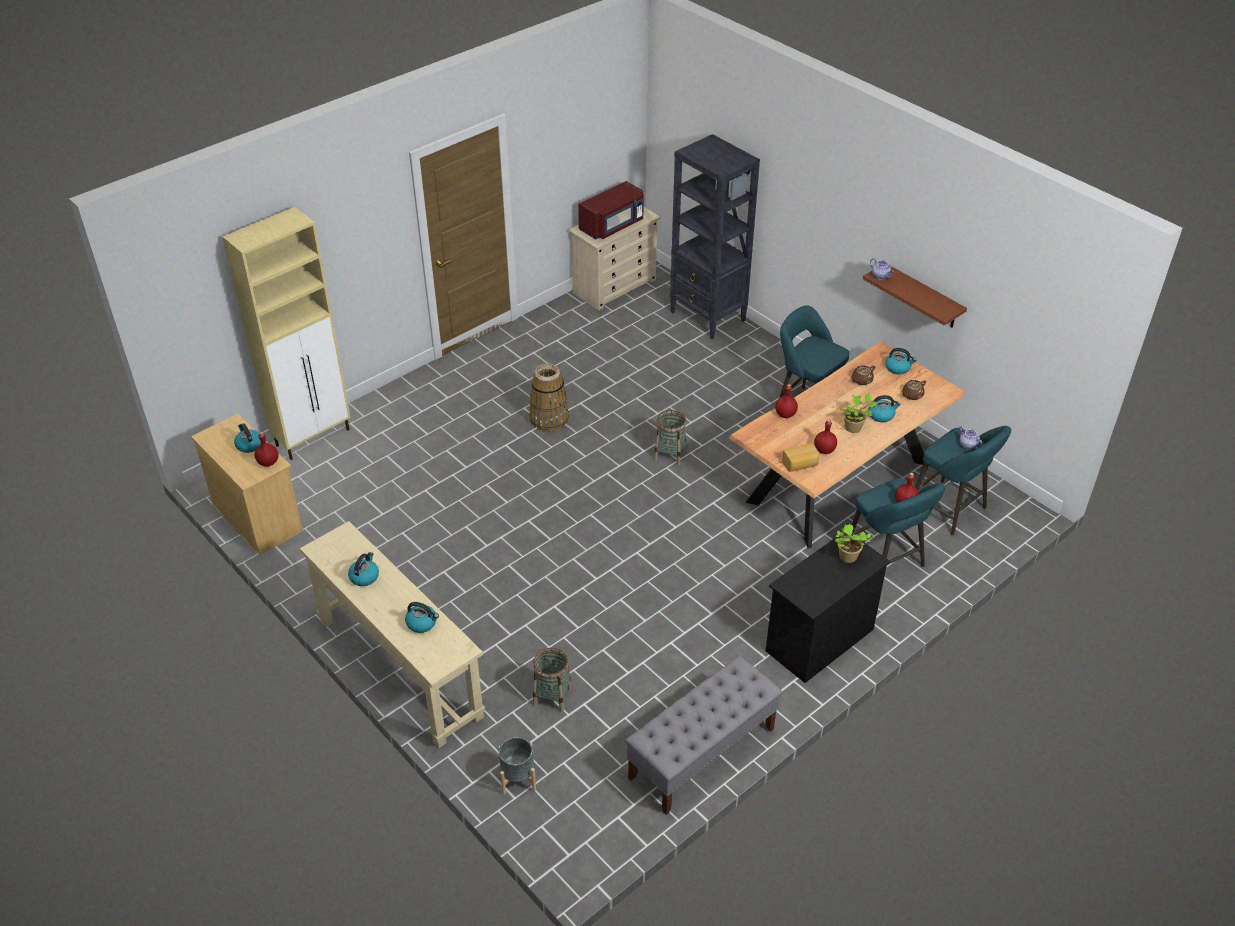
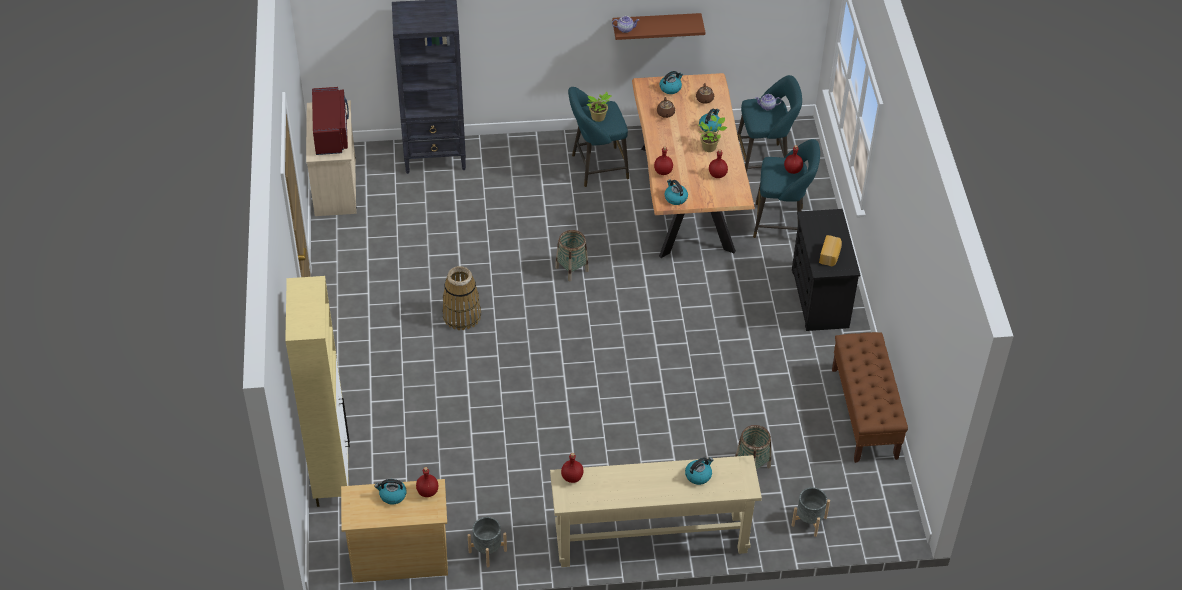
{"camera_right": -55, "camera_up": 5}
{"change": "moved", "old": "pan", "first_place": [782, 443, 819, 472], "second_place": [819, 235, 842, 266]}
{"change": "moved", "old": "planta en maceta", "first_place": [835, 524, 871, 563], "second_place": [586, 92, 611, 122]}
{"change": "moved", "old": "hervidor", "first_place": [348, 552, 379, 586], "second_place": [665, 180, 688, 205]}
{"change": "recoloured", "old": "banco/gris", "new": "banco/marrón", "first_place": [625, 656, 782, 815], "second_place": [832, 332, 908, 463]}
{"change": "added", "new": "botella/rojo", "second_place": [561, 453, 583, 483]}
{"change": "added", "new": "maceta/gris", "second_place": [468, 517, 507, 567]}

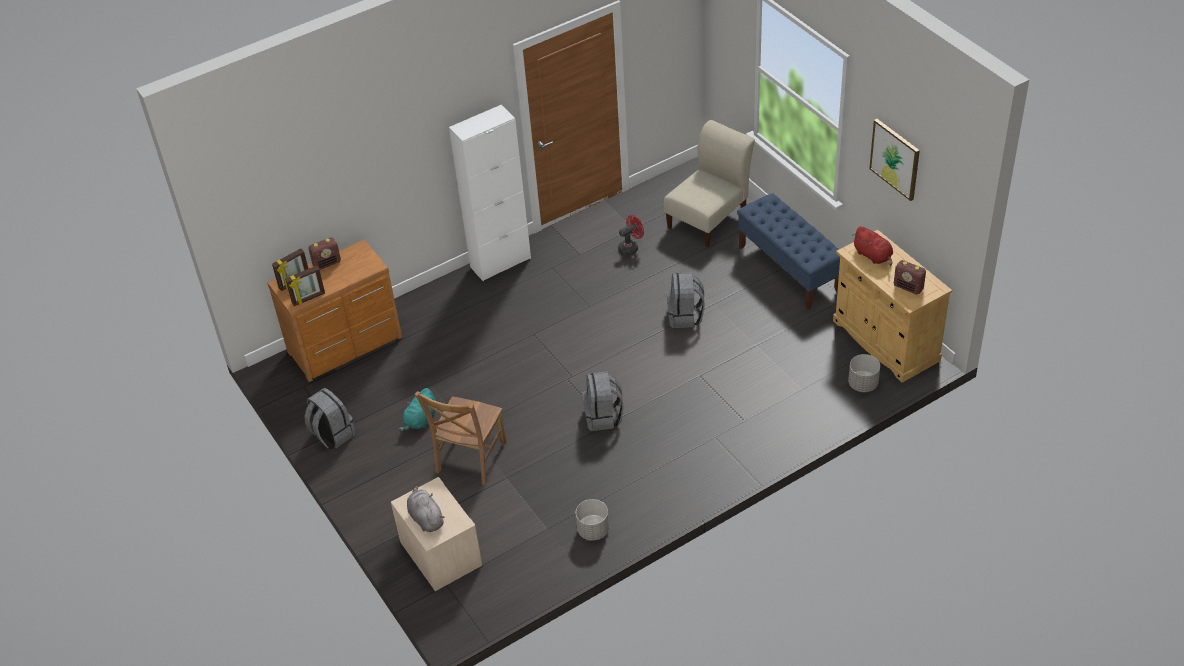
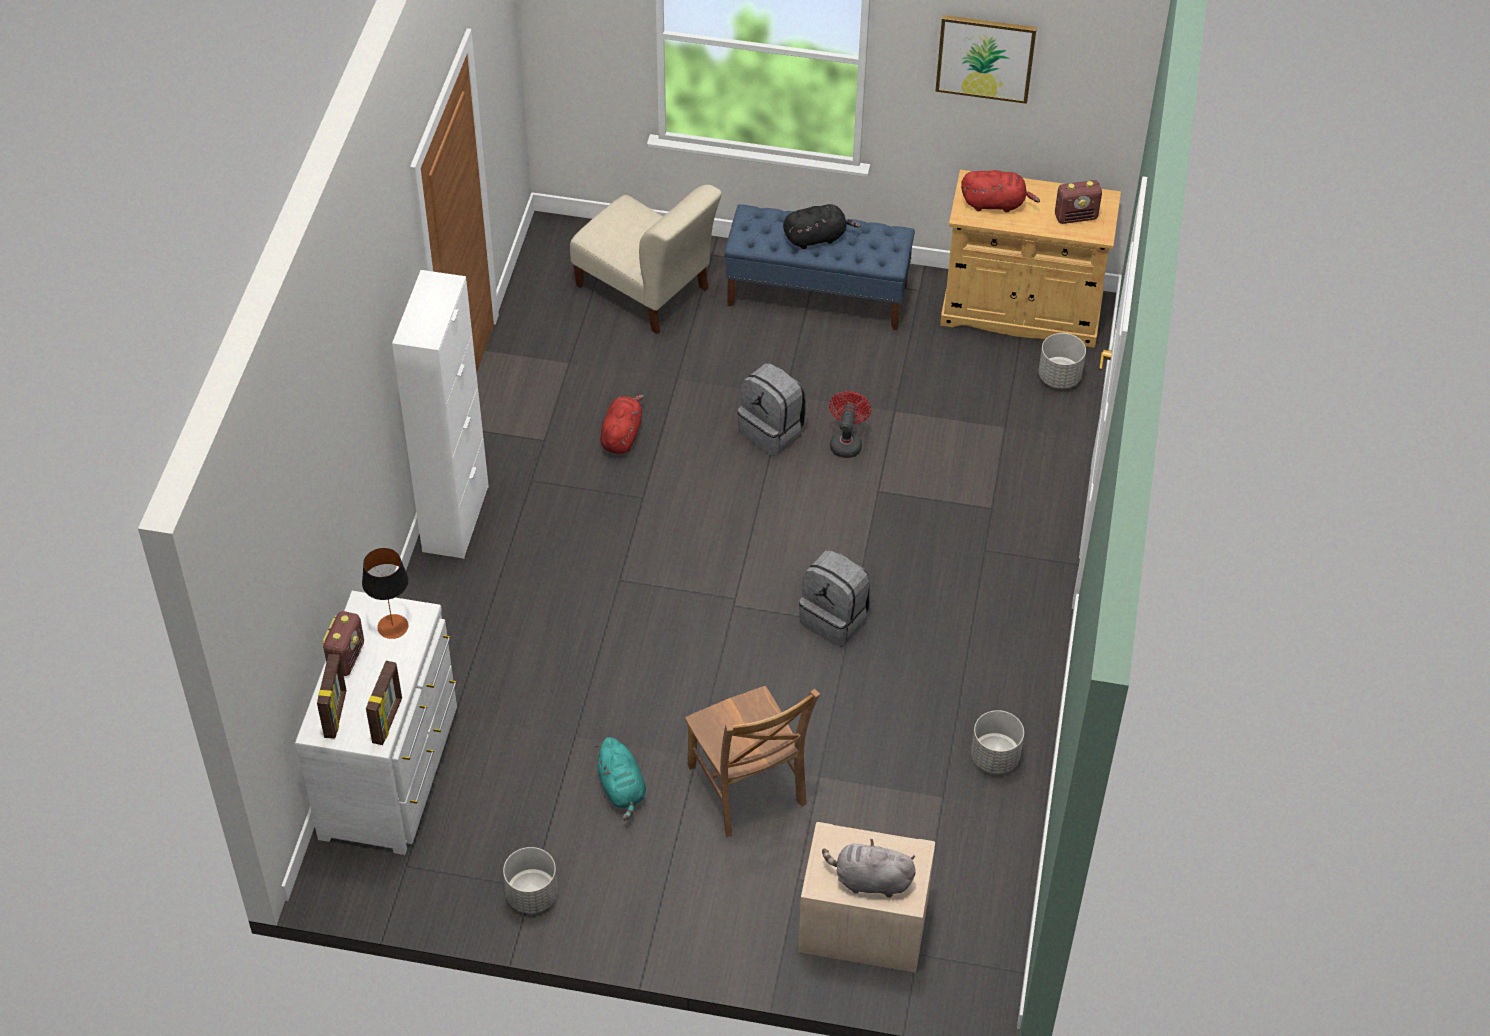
{"camera_right": -50, "camera_up": 5}
{"change": "turned", "old": "silla/beis", "first_place": [664, 120, 755, 247], "second_place": [570, 185, 722, 334], "degrees": 135}
{"change": "moved", "old": "ventilador/rojo", "first_place": [618, 215, 644, 255], "second_place": [829, 391, 871, 458]}
{"change": "recoloured", "old": "cómoda/marrón", "new": "cómoda/blanco", "first_place": [267, 240, 402, 382], "second_place": [295, 591, 457, 855]}
{"change": "replaced", "old": "mochila/gris", "new": "maceta/gris", "first_place": [304, 388, 355, 449], "second_place": [503, 847, 558, 914]}
{"change": "added", "new": "peluche/negro", "second_place": [783, 204, 861, 249]}
{"change": "added", "new": "peluche/rojo", "second_place": [600, 395, 644, 454]}
{"change": "added", "new": "lámpara de mesa", "second_place": [362, 548, 409, 639]}

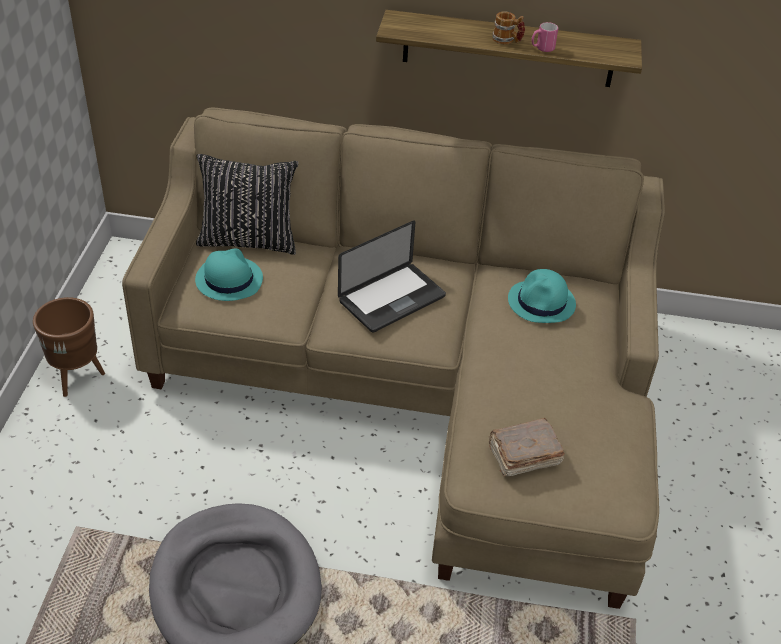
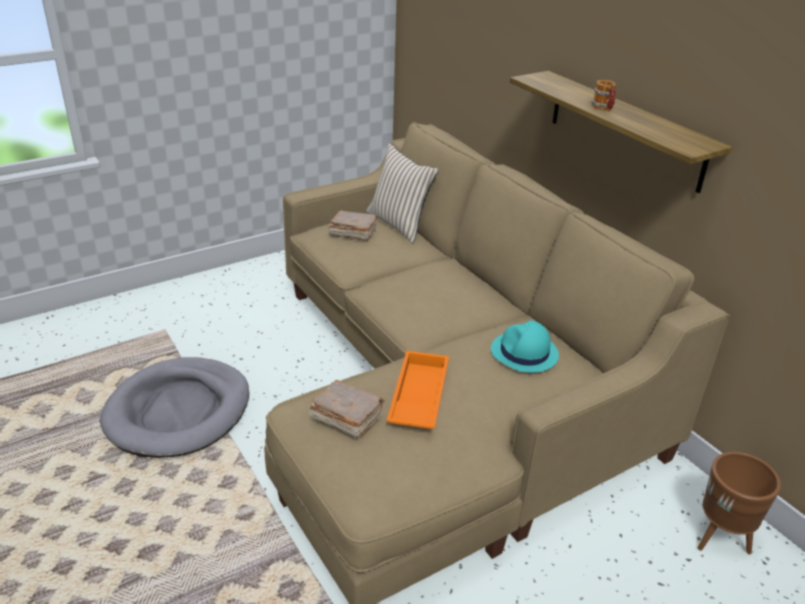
{"camera_right": 50, "camera_up": -10}
{"change": "removed", "old": "taza grande/rosa", "first_place": [532, 22, 558, 52]}
{"change": "recoloured", "old": "cojín/negro", "new": "cojín/beis", "first_place": [196, 154, 299, 255], "second_place": [366, 143, 439, 244]}
{"change": "removed", "old": "portátil", "first_place": [338, 220, 446, 333]}
{"change": "replaced", "old": "sombrero/turquesa", "new": "libro/marrón", "first_place": [195, 248, 263, 301], "second_place": [328, 210, 378, 241]}
{"change": "moved", "old": "maceta/marrón", "first_place": [33, 297, 105, 397], "second_place": [698, 452, 781, 555]}
{"change": "added", "new": "bandeja/naranja", "second_place": [387, 351, 449, 429]}

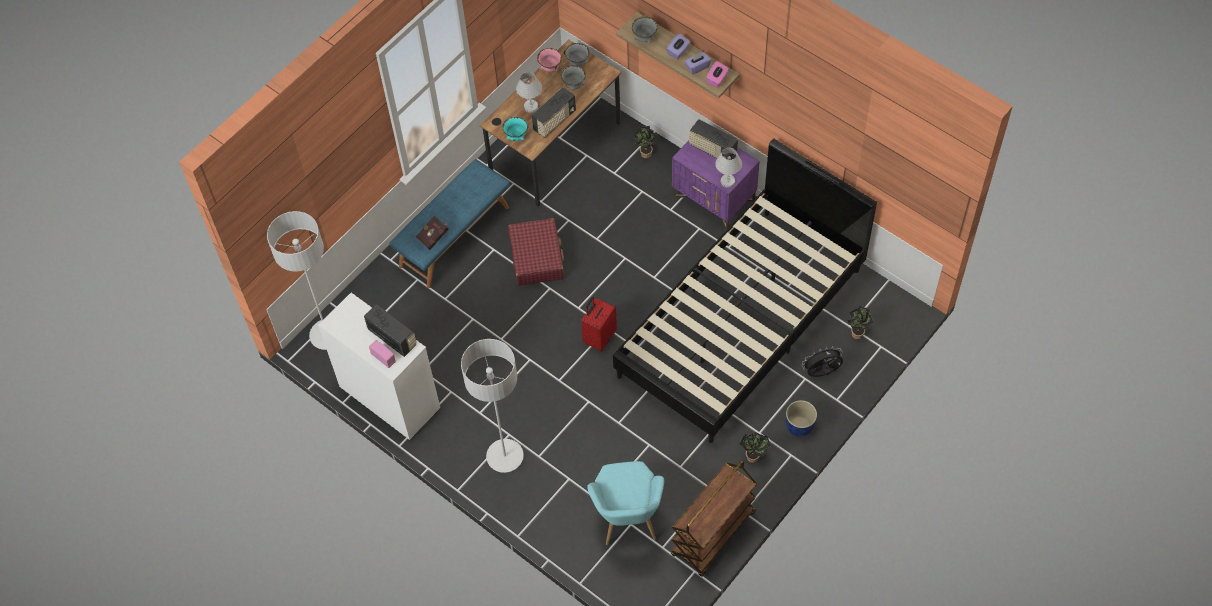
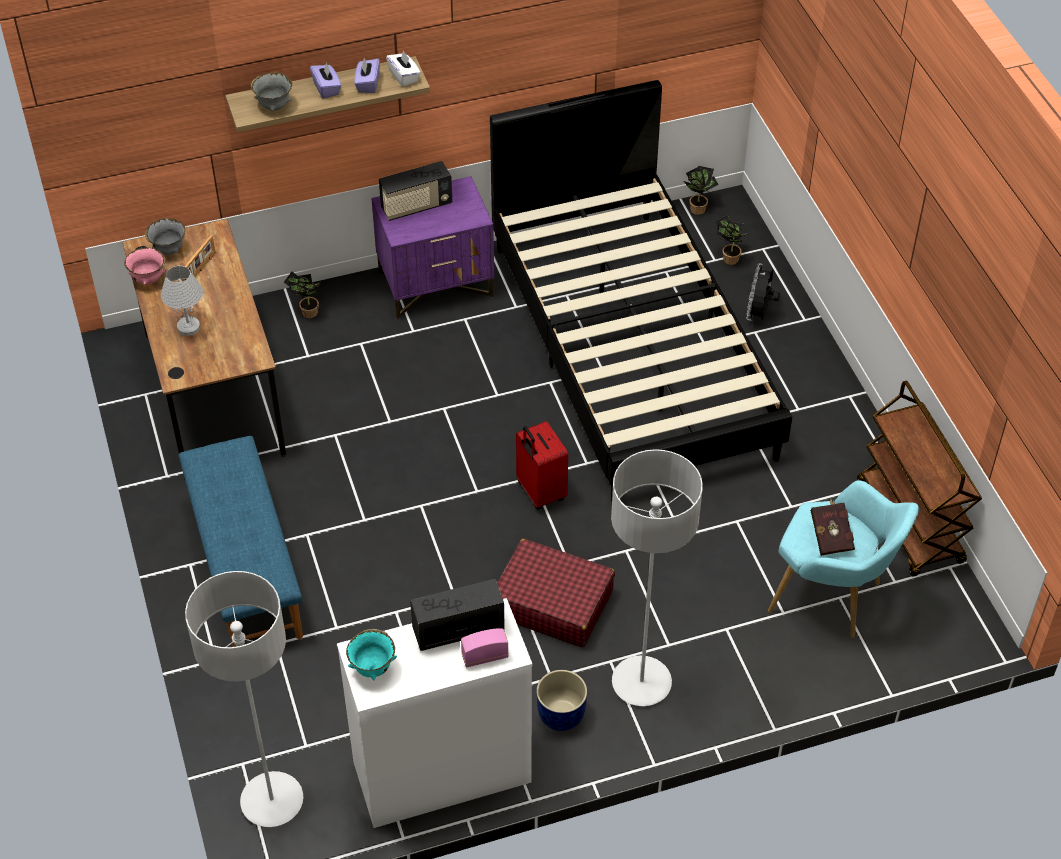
{"camera_right": -60, "camera_up": -10}
{"change": "recoloured", "old": "caja de pañuelos/rosa", "new": "caja de pañuelos/blanco", "first_place": [706, 61, 729, 88], "second_place": [386, 50, 421, 87]}
{"change": "replaced", "old": "cuenco/gris", "new": "portarretratos", "first_place": [560, 65, 586, 91], "second_place": [181, 235, 215, 282]}
{"change": "removed", "old": "radio", "first_place": [532, 87, 576, 138]}
{"change": "moved", "old": "cuenco/turquesa", "first_place": [503, 117, 529, 141], "second_place": [346, 629, 397, 680]}
{"change": "removed", "old": "lámpara de mesa/blanco", "first_place": [715, 148, 742, 188]}
{"change": "moved", "old": "libro/rojo", "first_place": [416, 216, 449, 250], "second_place": [810, 499, 855, 556]}
{"change": "moved", "old": "maleta/rojo", "first_place": [508, 218, 564, 286], "second_place": [497, 539, 615, 647]}
{"change": "moved", "old": "maceta/azul", "first_place": [786, 400, 817, 437], "second_place": [536, 670, 587, 731]}
{"change": "moved", "old": "planta en maceta", "first_place": [740, 432, 771, 463], "second_place": [683, 166, 719, 215]}

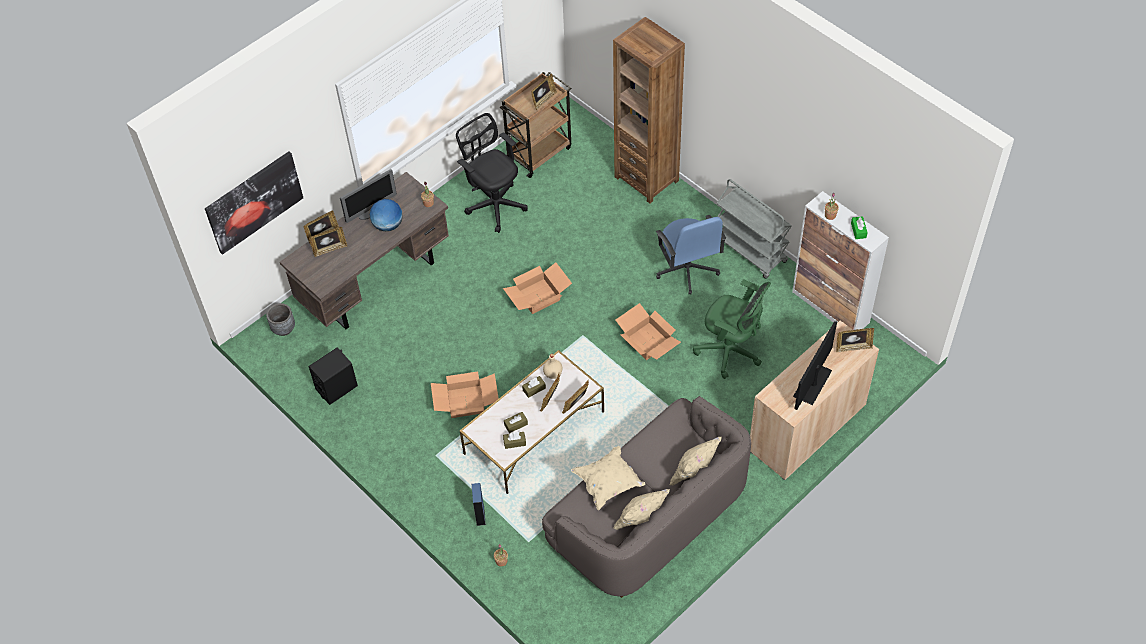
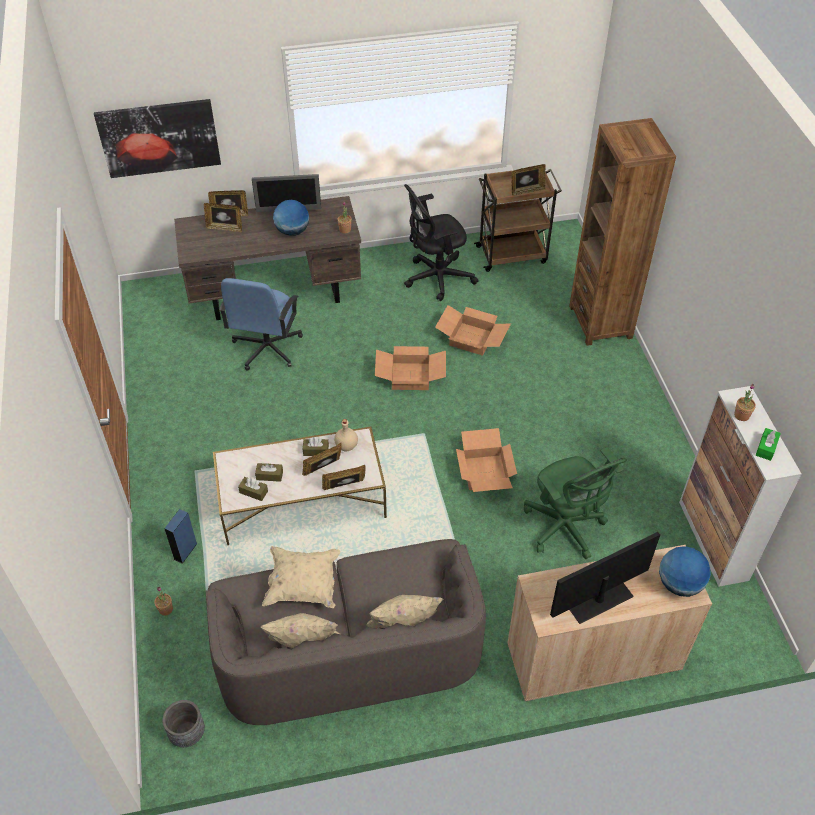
{"camera_right": 30, "camera_up": -5}
{"change": "turned", "old": "silla de oficina/negro", "first_place": [456, 113, 528, 233], "second_place": [404, 184, 479, 301], "degrees": -105}
{"change": "removed", "old": "carrito/gris", "first_place": [716, 179, 792, 279]}
{"change": "moved", "old": "silla de oficina/azul", "first_place": [656, 215, 726, 295], "second_place": [219, 278, 303, 371]}
{"change": "moved", "old": "maceta/gris", "first_place": [266, 303, 295, 336], "second_place": [162, 700, 205, 747]}
{"change": "replaced", "old": "portarretratos", "new": "globo terráqueo", "first_place": [836, 328, 874, 352], "second_place": [659, 546, 711, 597]}
{"change": "removed", "old": "altavoz/negro", "first_place": [308, 347, 358, 405]}
{"change": "moved", "old": "caja de cartón", "first_place": [431, 371, 499, 418], "second_place": [435, 305, 511, 356]}

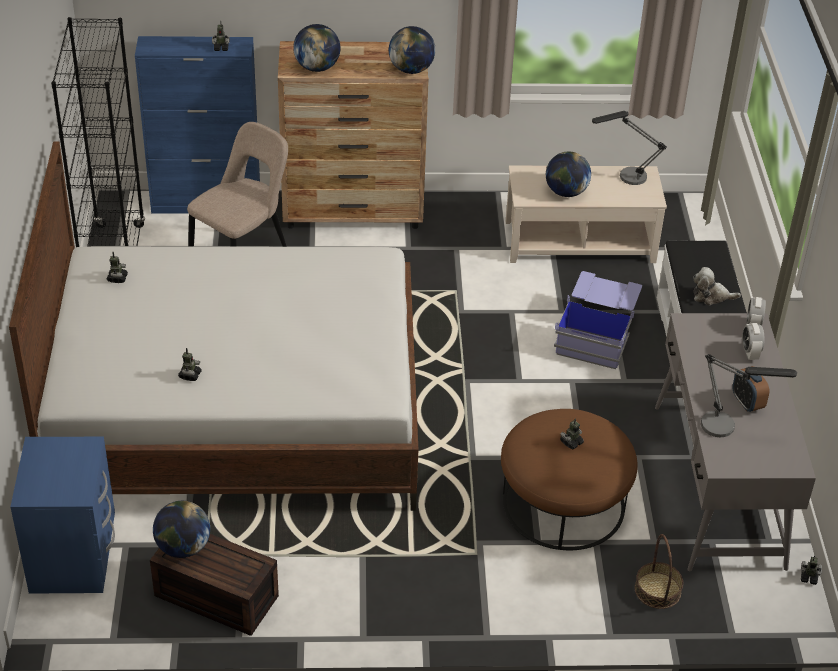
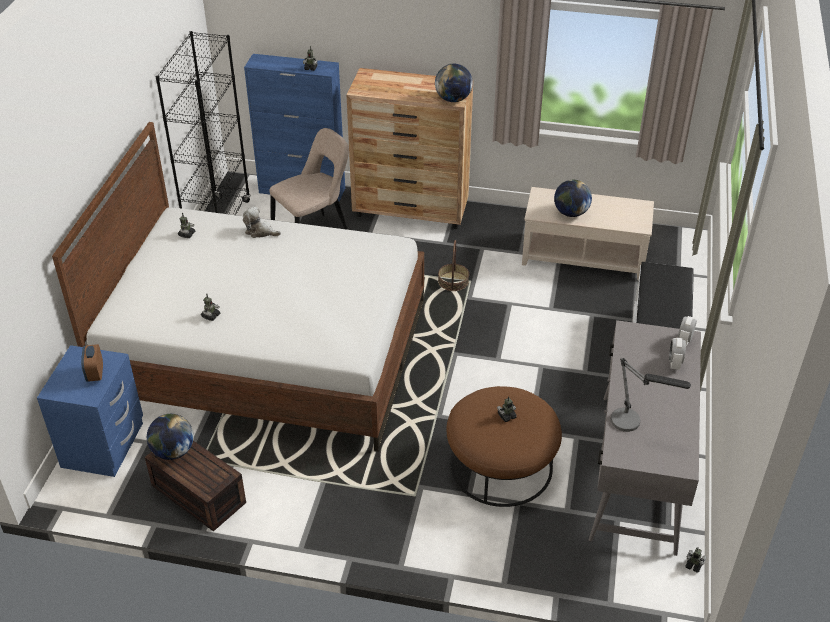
{"camera_right": 15, "camera_up": 0}
{"change": "removed", "old": "globo terráqueo", "first_place": [293, 24, 340, 72]}
{"change": "removed", "old": "lámpara de mesa", "first_place": [592, 111, 667, 185]}
{"change": "moved", "old": "peluche", "first_place": [693, 267, 741, 305], "second_place": [243, 207, 281, 238]}
{"change": "removed", "old": "caja de almacenaje/azul", "first_place": [554, 271, 642, 369]}
{"change": "moved", "old": "despertador", "first_place": [733, 366, 769, 412], "second_place": [81, 344, 103, 382]}
{"change": "moved", "old": "cesta", "first_place": [635, 534, 684, 609], "second_place": [438, 240, 469, 291]}

